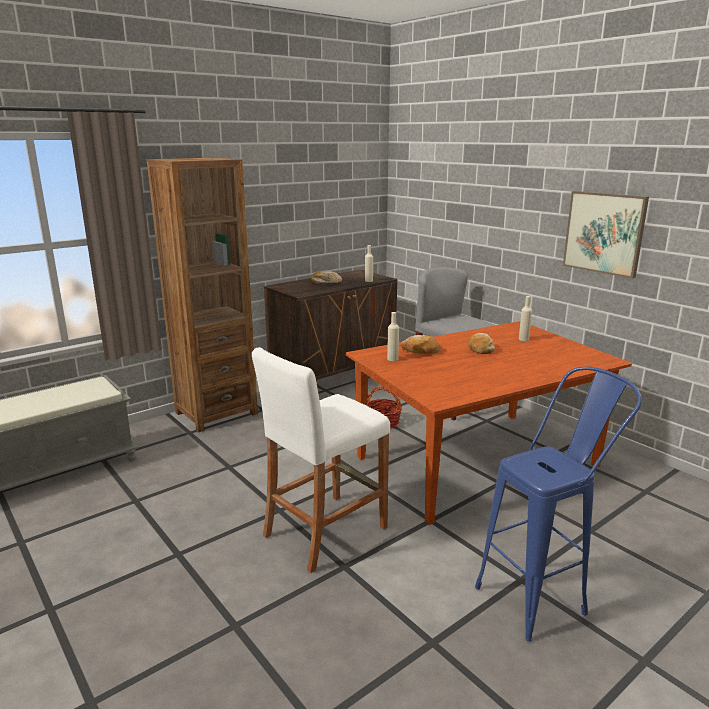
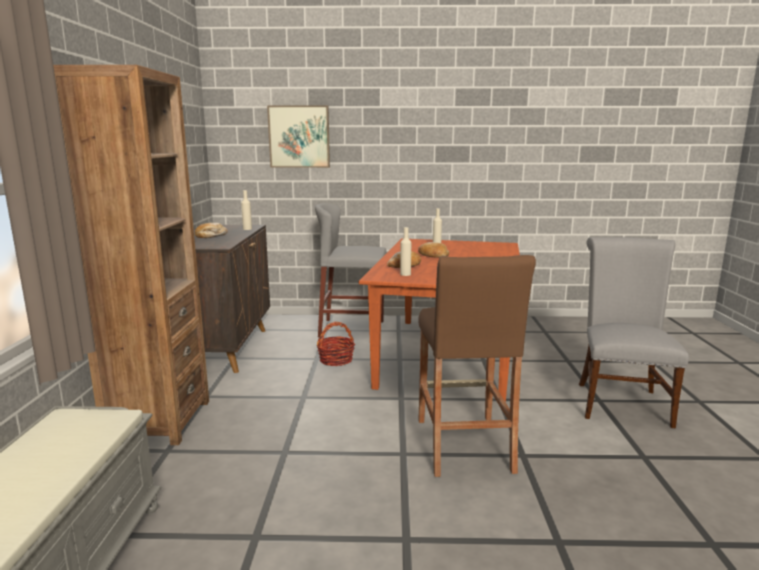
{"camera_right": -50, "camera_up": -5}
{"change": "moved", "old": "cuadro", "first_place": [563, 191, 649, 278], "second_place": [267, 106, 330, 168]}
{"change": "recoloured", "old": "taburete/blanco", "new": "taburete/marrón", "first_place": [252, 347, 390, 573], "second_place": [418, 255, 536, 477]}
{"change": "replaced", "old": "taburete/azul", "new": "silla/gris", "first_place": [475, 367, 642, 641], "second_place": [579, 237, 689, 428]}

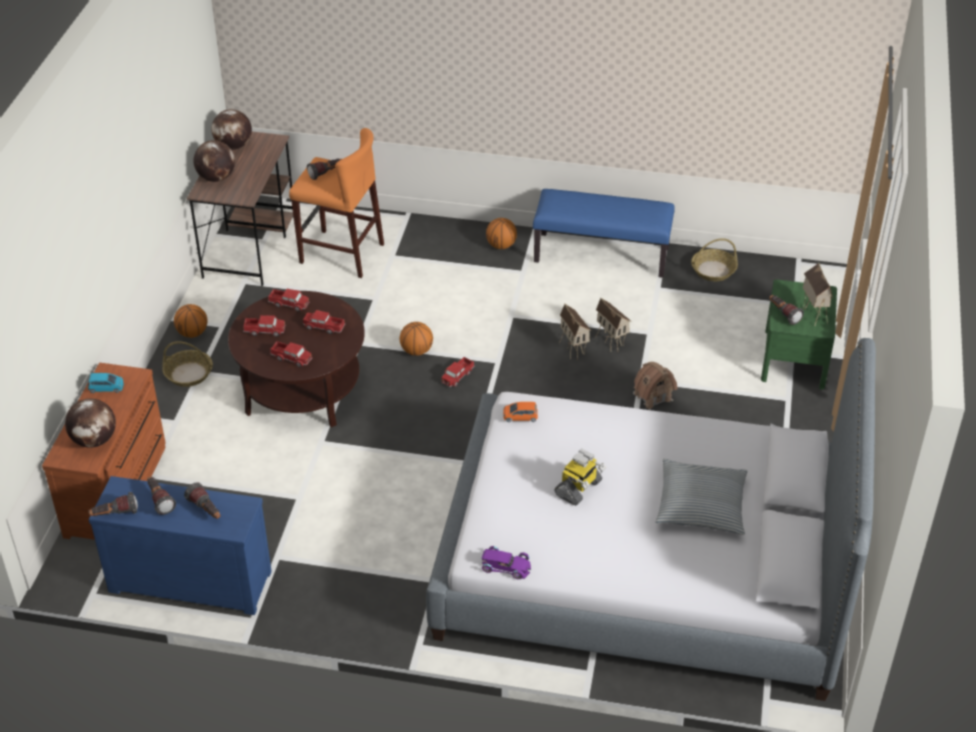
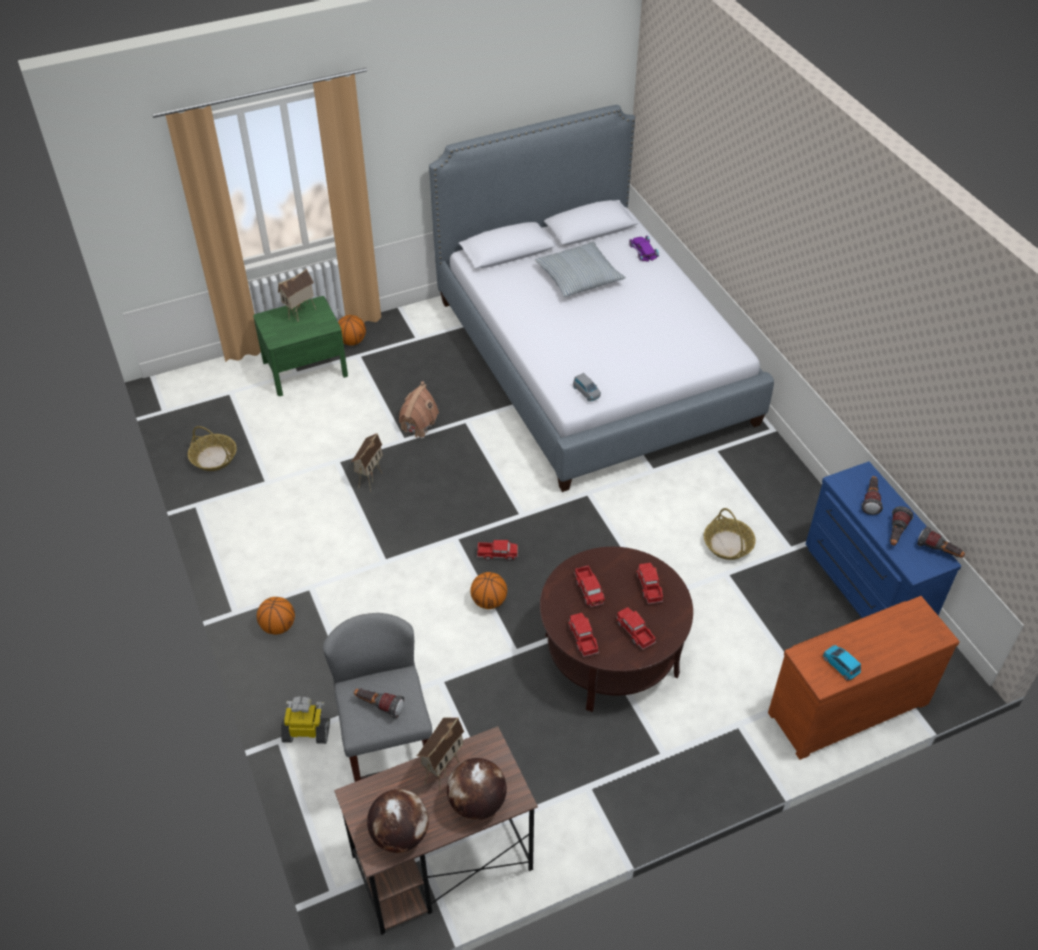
{"camera_right": -125, "camera_up": 5}
{"change": "recoloured", "old": "taburete/naranja", "new": "taburete/gris", "first_place": [289, 128, 384, 278], "second_place": [323, 613, 432, 782]}
{"change": "removed", "old": "banco/azul", "first_place": [533, 189, 675, 278]}
{"change": "removed", "old": "linterna", "first_place": [769, 295, 804, 325]}
{"change": "moved", "old": "casita", "first_place": [559, 303, 592, 360], "second_place": [417, 717, 464, 792]}
{"change": "moved", "old": "balón de baloncesto", "first_place": [174, 304, 208, 338], "second_place": [338, 315, 366, 346]}
{"change": "moved", "old": "cesta", "first_place": [162, 341, 213, 387], "second_place": [704, 508, 756, 560]}
{"change": "removed", "old": "globo terráqueo", "first_place": [65, 399, 116, 448]}
{"change": "recoloured", "old": "coche de juguete/naranja", "new": "coche de juguete/gris", "first_place": [503, 402, 538, 422], "second_place": [573, 373, 601, 401]}
{"change": "moved", "old": "robot de juguete", "first_place": [554, 449, 606, 506], "second_place": [281, 697, 330, 744]}
{"change": "moved", "old": "coche de juguete/morado", "first_place": [482, 546, 531, 579], "second_place": [629, 236, 659, 262]}

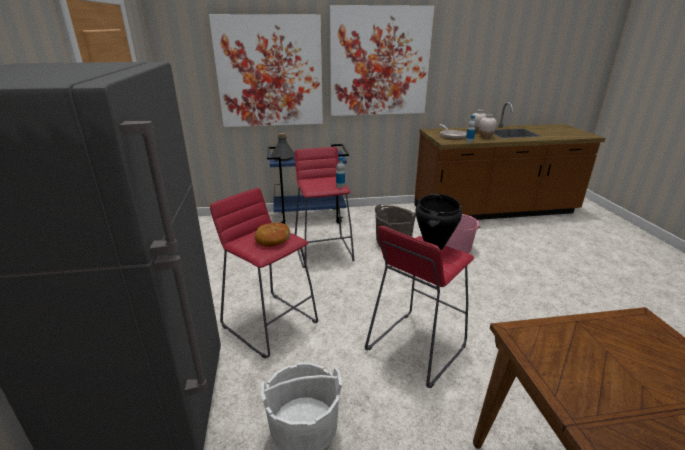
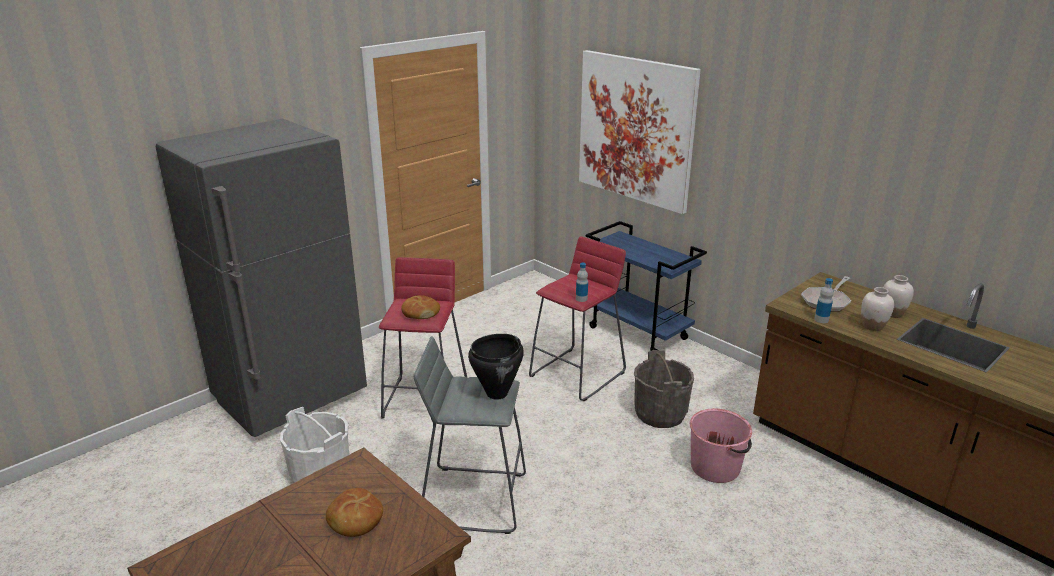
{"camera_right": 55, "camera_up": 0}
{"change": "removed", "old": "cuadro", "first_place": [329, 5, 434, 116]}
{"change": "removed", "old": "botella/gris", "first_place": [271, 133, 295, 161]}
{"change": "recoloured", "old": "taburete/rojo", "new": "taburete/gris", "first_place": [365, 226, 474, 388], "second_place": [414, 336, 526, 534]}
{"change": "added", "new": "pan", "second_place": [326, 488, 383, 537]}

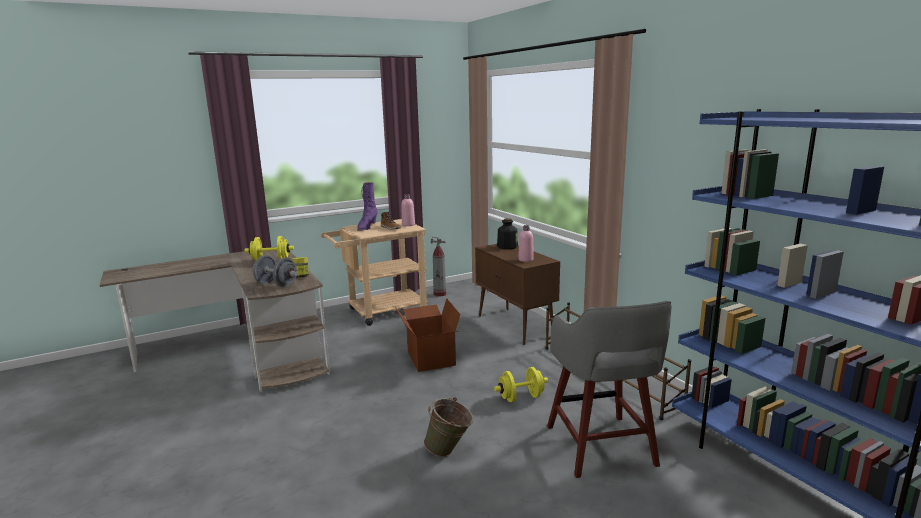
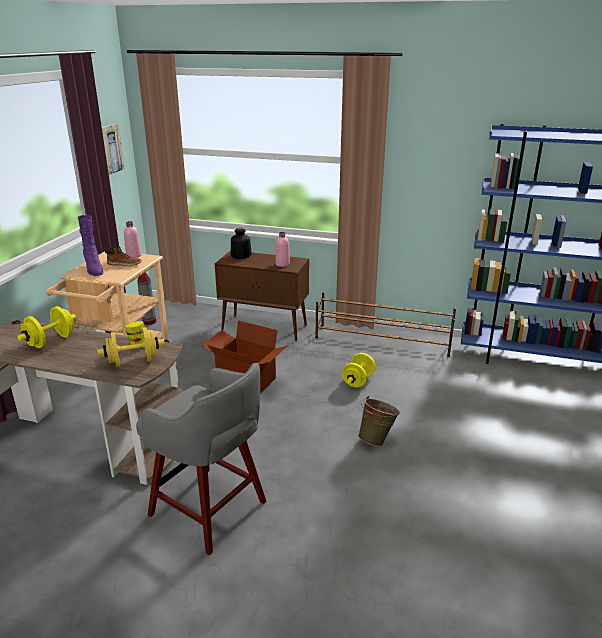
{"camera_right": -45, "camera_up": 10}
{"change": "recoloured", "old": "mancuerna/gris", "new": "mancuerna/amarillo", "first_place": [253, 255, 298, 287], "second_place": [97, 327, 165, 367]}
{"change": "moved", "old": "taburete/gris", "first_place": [547, 301, 672, 478], "second_place": [136, 363, 266, 555]}
{"change": "added", "new": "cuadro", "second_place": [102, 124, 124, 175]}

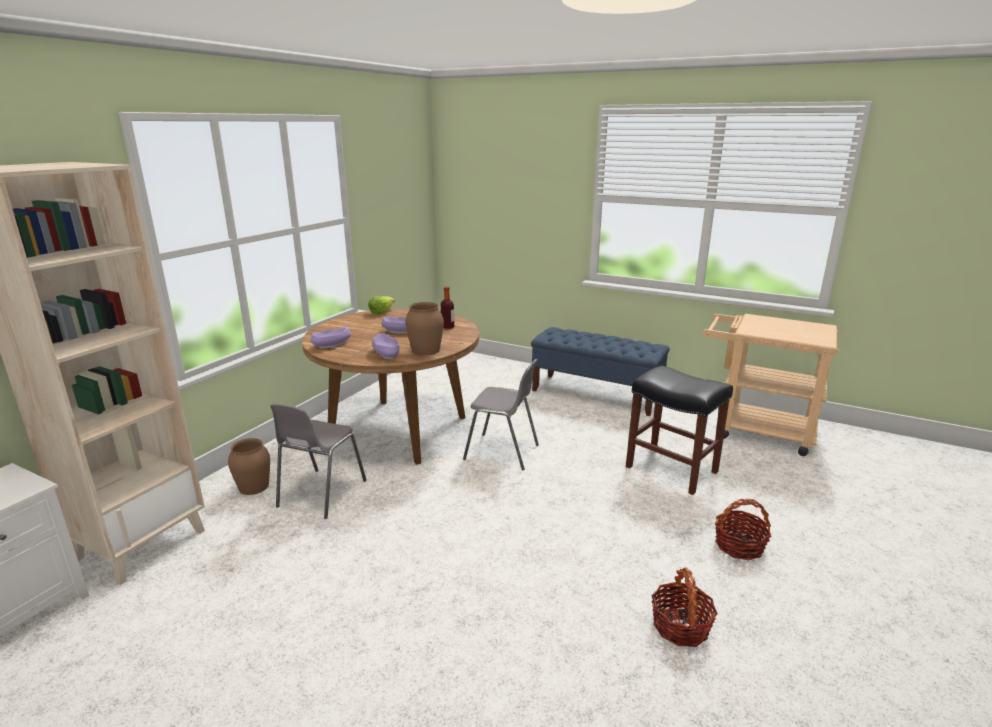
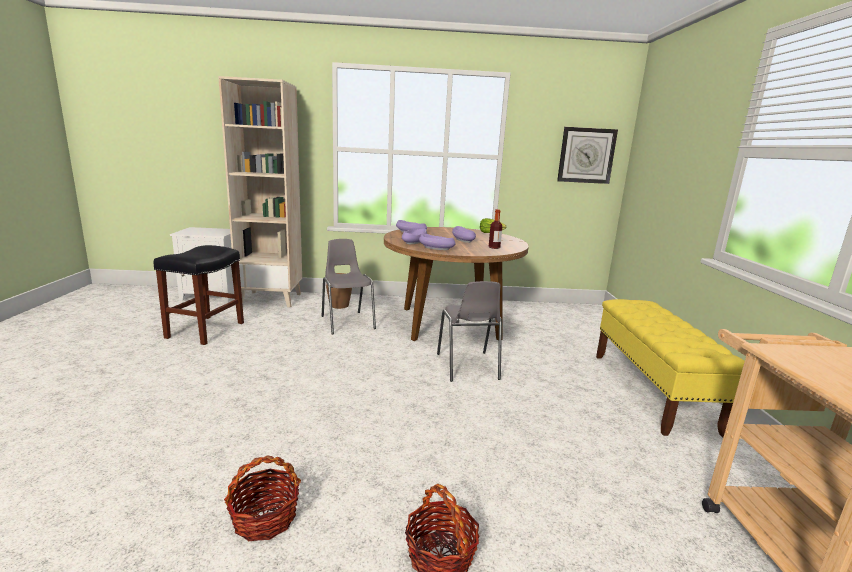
{"camera_right": 60, "camera_up": -5}
{"change": "replaced", "old": "florero/marrón", "new": "cuenco/morado", "first_place": [405, 302, 444, 356], "second_place": [419, 234, 456, 250]}
{"change": "recoloured", "old": "banco/azul", "new": "banco/amarillo", "first_place": [531, 327, 670, 416], "second_place": [596, 299, 745, 438]}
{"change": "moved", "old": "taburete/negro", "first_place": [626, 365, 733, 495], "second_place": [154, 245, 244, 345]}
{"change": "turned", "old": "silla/gris", "first_place": [270, 404, 367, 519], "second_place": [322, 239, 376, 334], "degrees": 75}
{"change": "added", "new": "reloj de pared", "second_place": [557, 127, 618, 184]}

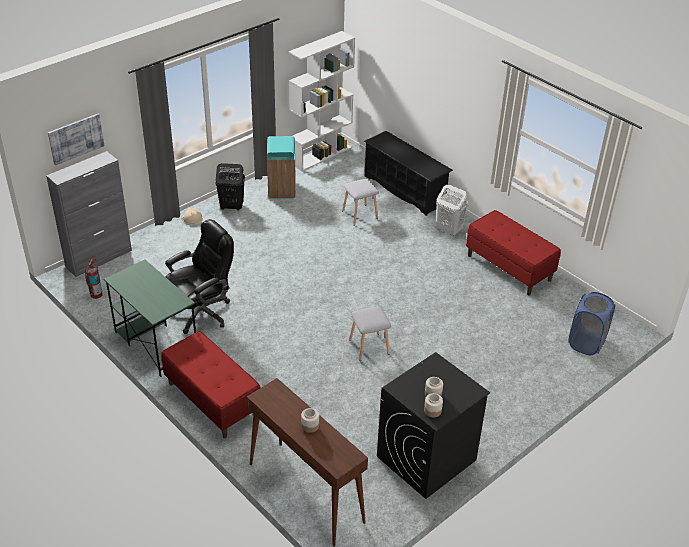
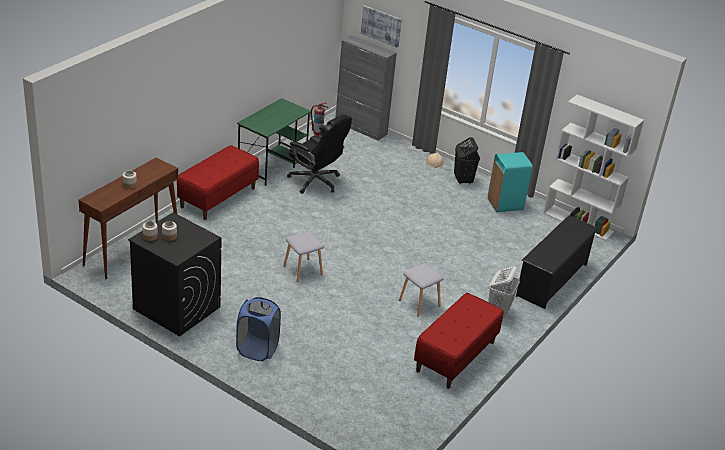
{"camera_right": 75, "camera_up": -5}
{"change": "moved", "old": "taburete/gris", "first_place": [342, 179, 379, 226], "second_place": [399, 263, 444, 316]}
{"change": "moved", "old": "cesto de la ropa/azul", "first_place": [568, 292, 615, 356], "second_place": [236, 297, 281, 361]}

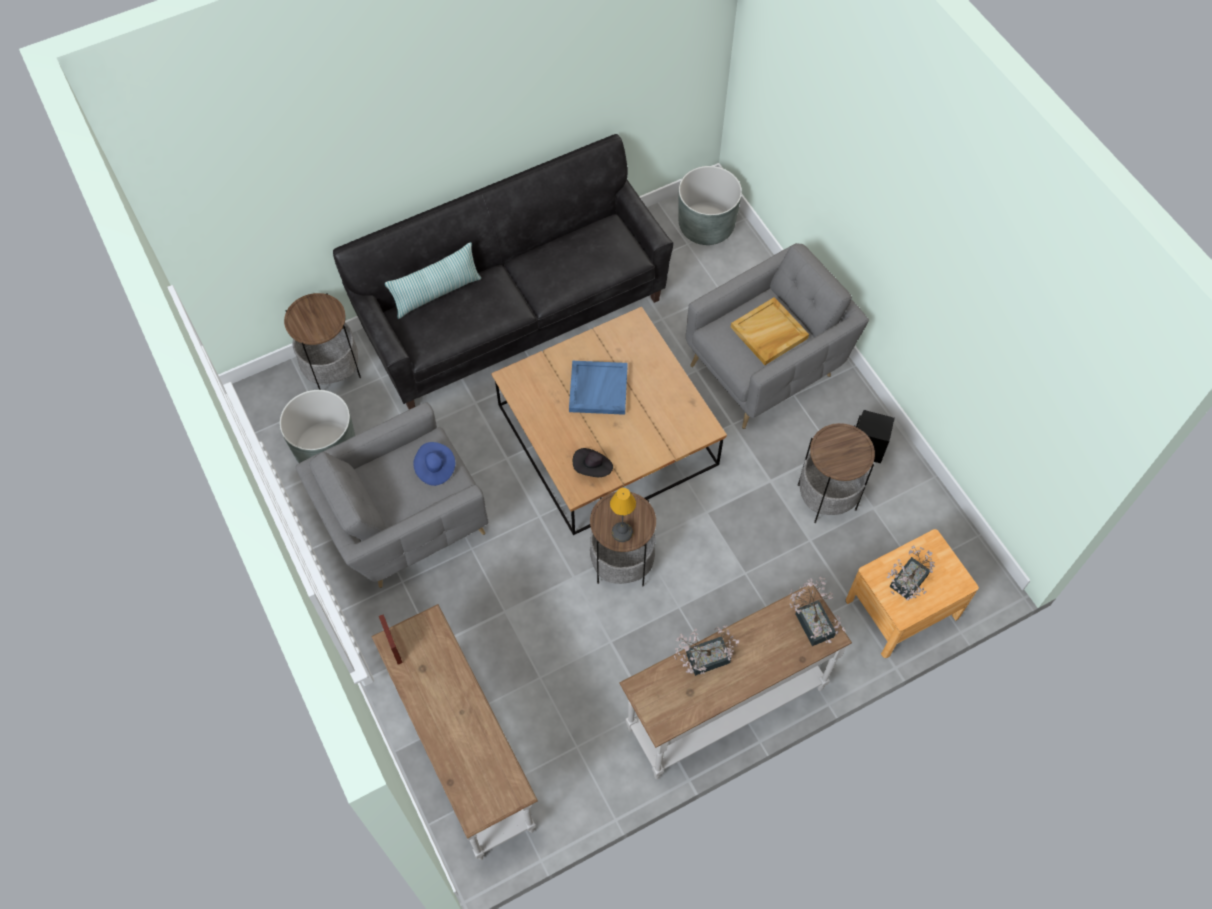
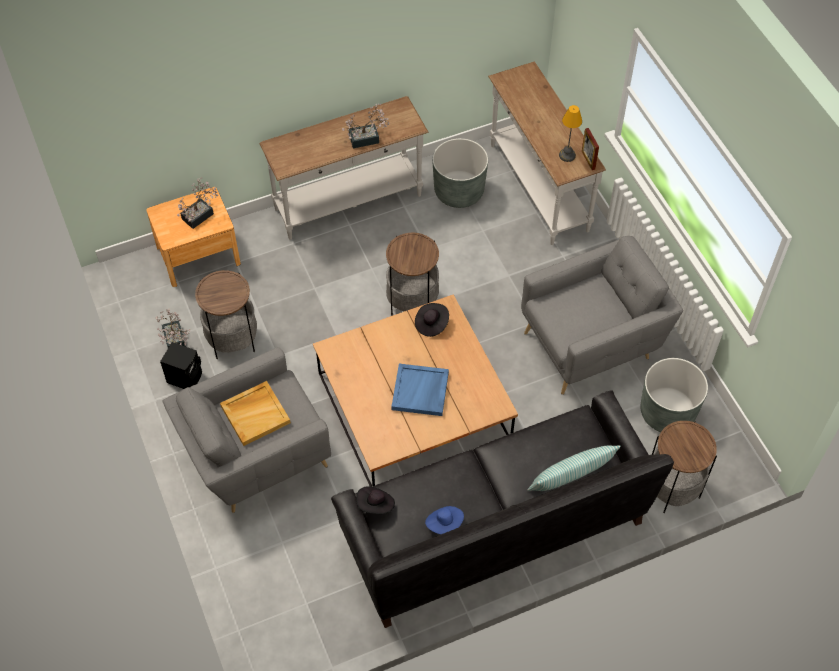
{"camera_right": -175, "camera_up": -5}
{"change": "moved", "old": "maceta/gris", "first_place": [678, 166, 742, 245], "second_place": [432, 138, 488, 208]}
{"change": "moved", "old": "sombrero/azul", "first_place": [413, 442, 455, 486], "second_place": [425, 506, 464, 534]}
{"change": "moved", "old": "lámpara de mesa", "first_place": [610, 488, 636, 542], "second_place": [559, 105, 582, 162]}
{"change": "moved", "old": "planta en maceta", "first_place": [789, 577, 846, 646], "second_place": [156, 309, 190, 348]}
{"change": "added", "new": "sombrero/negro", "second_place": [356, 486, 395, 514]}

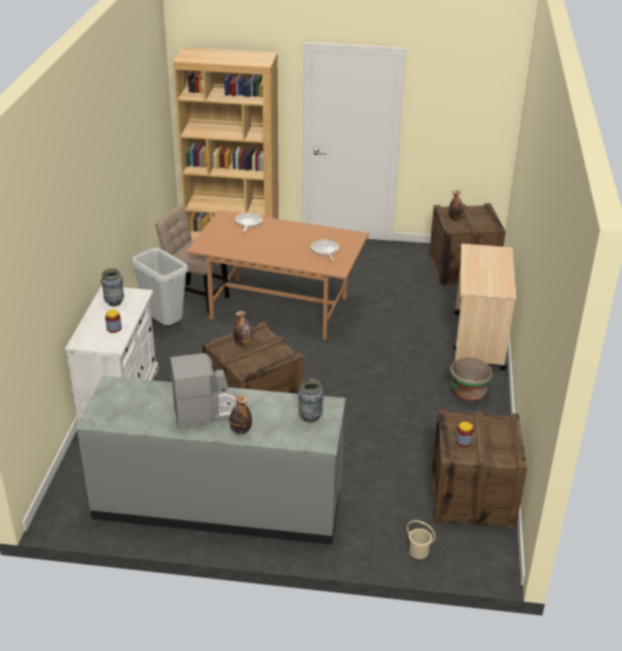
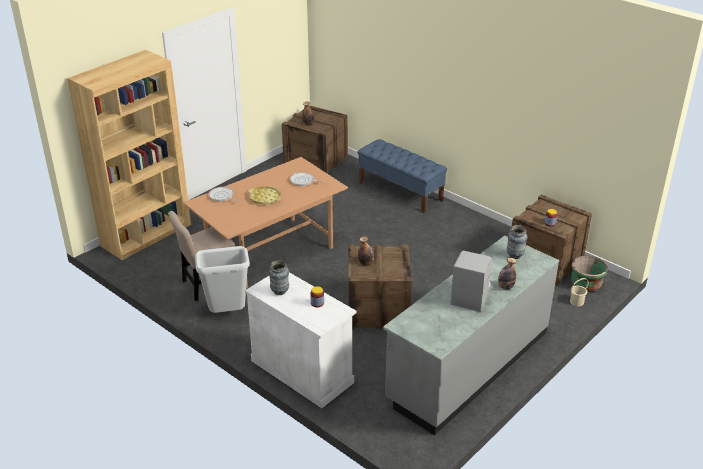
{"camera_right": -55, "camera_up": 0}
{"change": "replaced", "old": "carrito/beis", "new": "banco/azul", "first_place": [453, 244, 516, 370], "second_place": [358, 139, 447, 213]}
{"change": "moved", "old": "maceta/verde", "first_place": [450, 358, 493, 401], "second_place": [571, 256, 608, 291]}
{"change": "added", "new": "bandeja/amarillo", "second_place": [248, 186, 281, 205]}

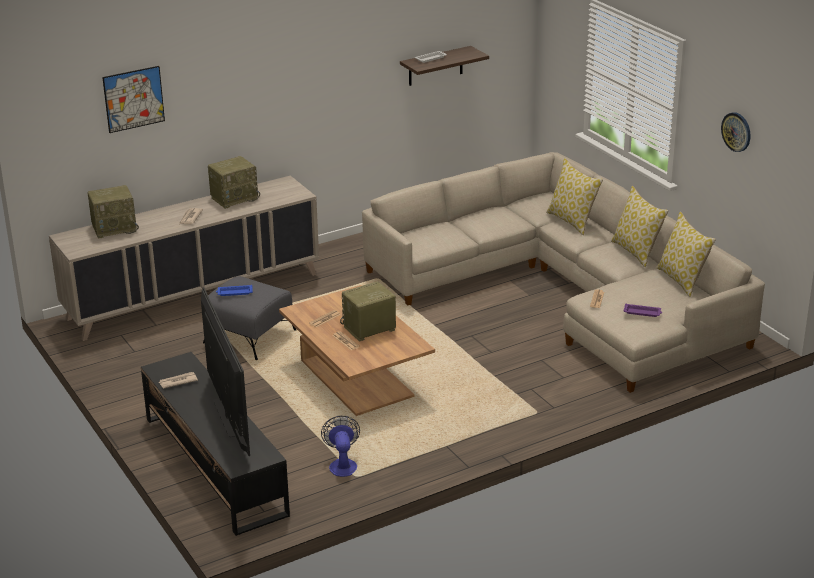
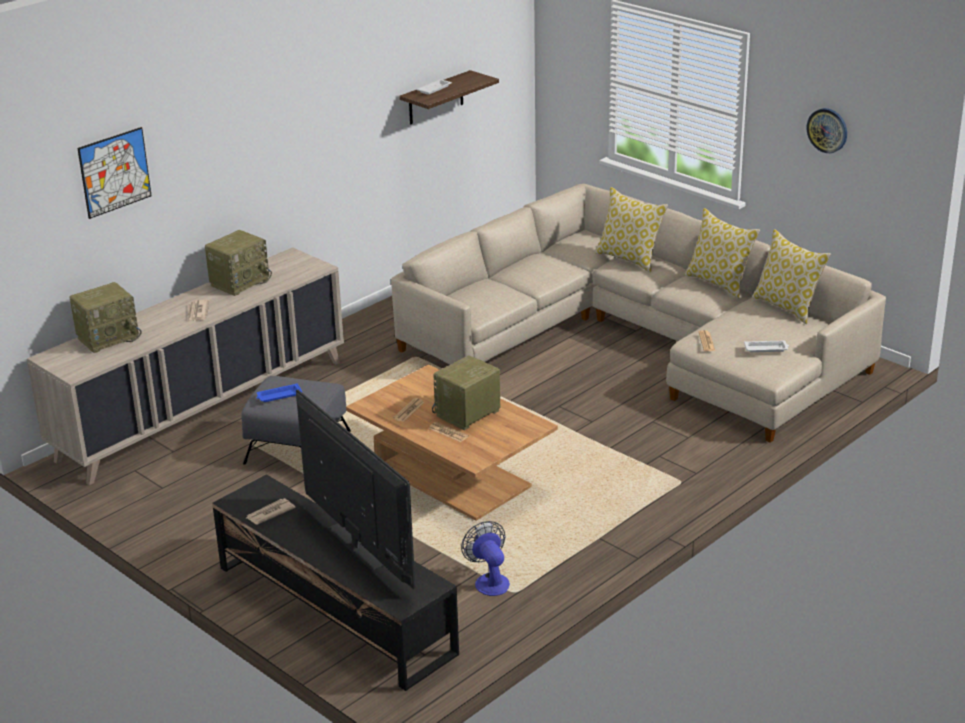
{"camera_right": -15, "camera_up": 0}
{"change": "recoloured", "old": "bandeja/morado", "new": "bandeja/blanco", "first_place": [624, 304, 662, 317], "second_place": [744, 341, 789, 352]}

